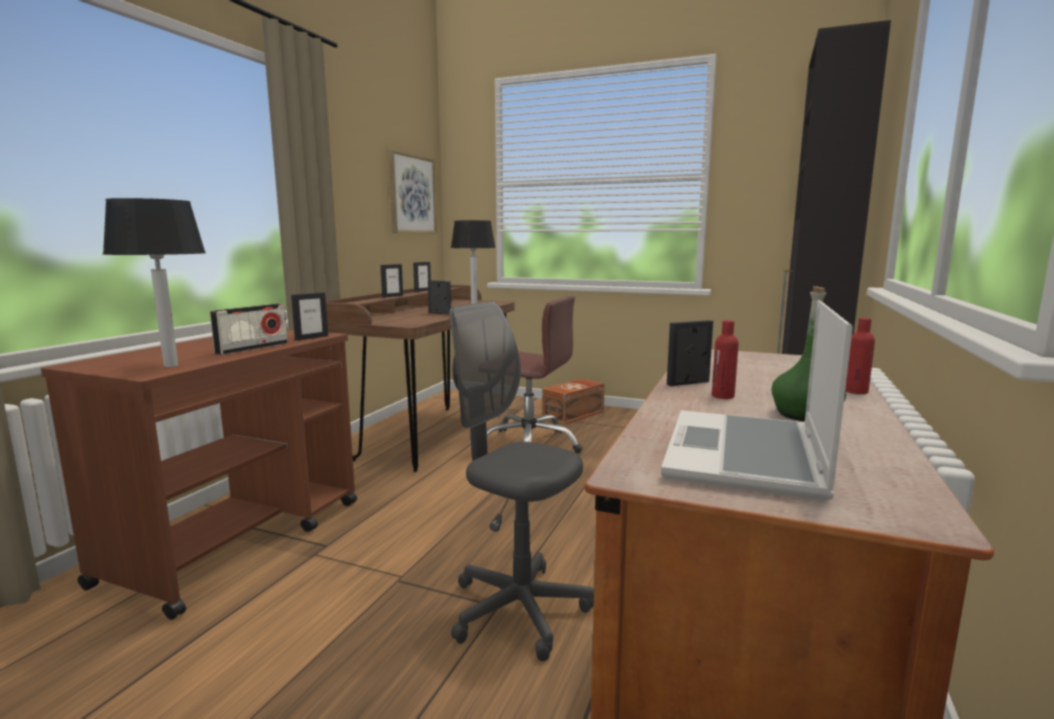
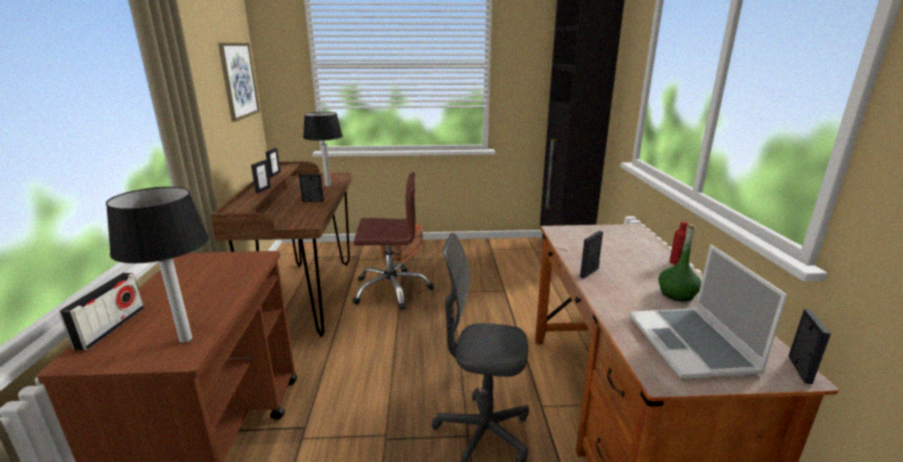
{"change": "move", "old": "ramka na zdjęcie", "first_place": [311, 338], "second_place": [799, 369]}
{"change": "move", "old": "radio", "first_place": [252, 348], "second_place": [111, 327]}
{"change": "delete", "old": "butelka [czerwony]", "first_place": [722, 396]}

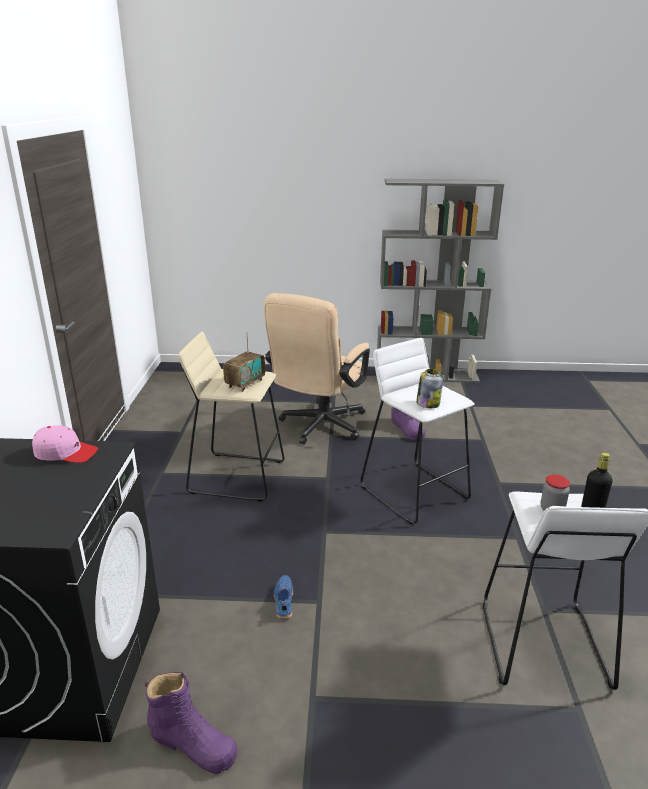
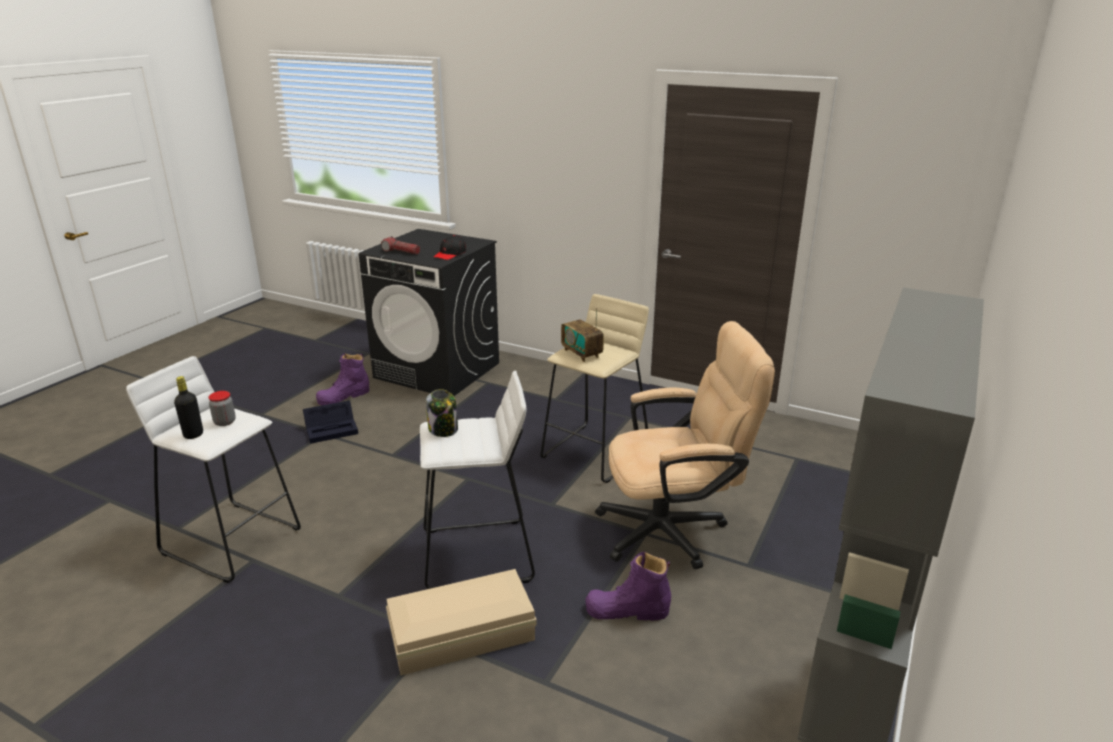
{"change": "rotate", "old": "krzesło biurowe [beżowy]", "first_place": [319, 427], "second_place": [674, 530], "degrees": 120}
{"change": "recolor", "old": "czapka z daszkiem [różowy]", "new": "czapka z daszkiem [czarny]", "first_place": [65, 452], "second_place": [450, 254]}
{"change": "delete", "old": "but [niebieski]", "first_place": [283, 601]}
{"change": "insert", "new": "latarka", "second_place": [401, 252]}
{"change": "insert", "new": "pojemnik do przechowywania [czarny]", "second_place": [333, 429]}
{"change": "insert", "new": "pojemnik do przechowywania [beżowy]", "second_place": [464, 634]}

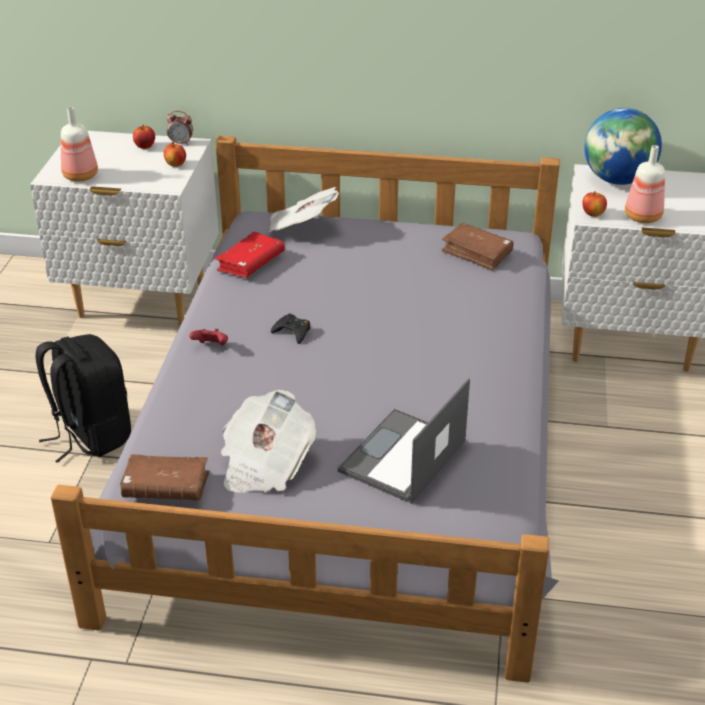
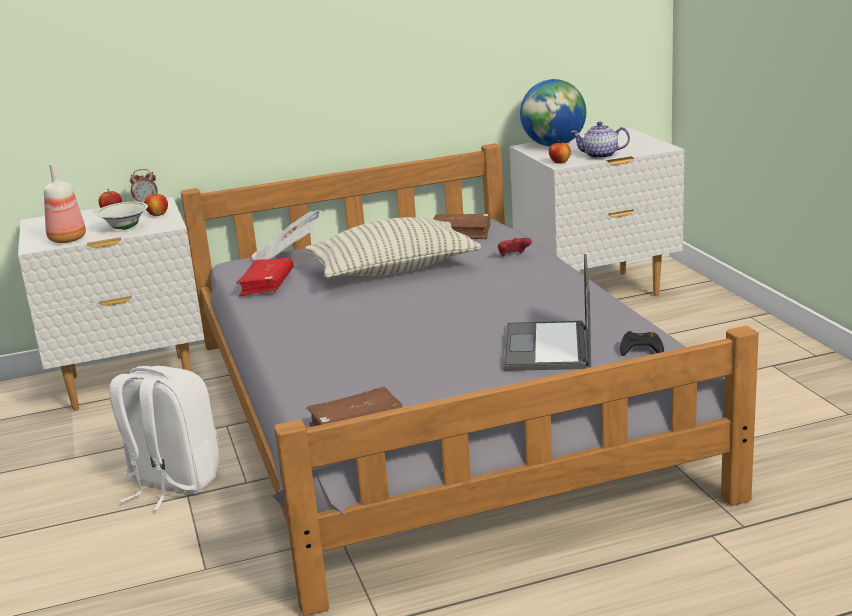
{"change": "replace", "old": "butelka", "new": "imbryk", "first_place": [643, 217], "second_place": [600, 156]}
{"change": "move", "old": "pad do gier [czarny]", "first_place": [292, 332], "second_place": [641, 349]}
{"change": "move", "old": "pad do gier [czerwony]", "first_place": [211, 347], "second_place": [513, 256]}
{"change": "recolor", "old": "plecak [czarny]", "new": "plecak [biały]", "first_place": [90, 435], "second_place": [171, 483]}
{"change": "delete", "old": "gazeta", "first_place": [264, 464]}
{"change": "insert", "new": "miska [biały]", "second_place": [125, 228]}
{"change": "insert", "new": "poduszka", "second_place": [393, 270]}

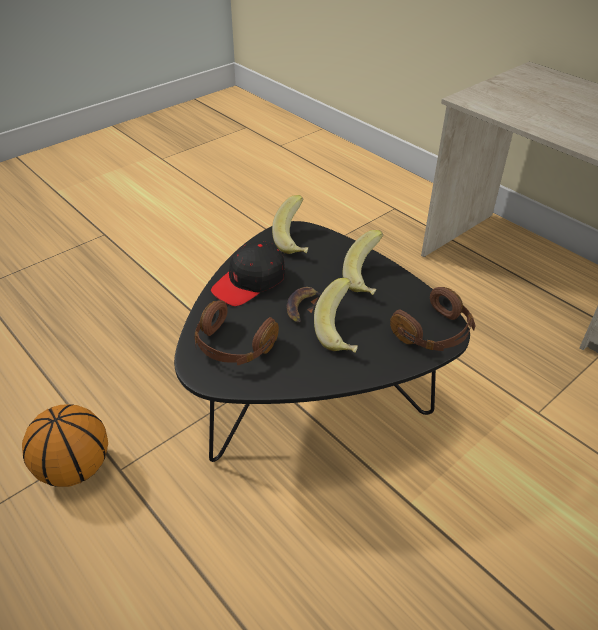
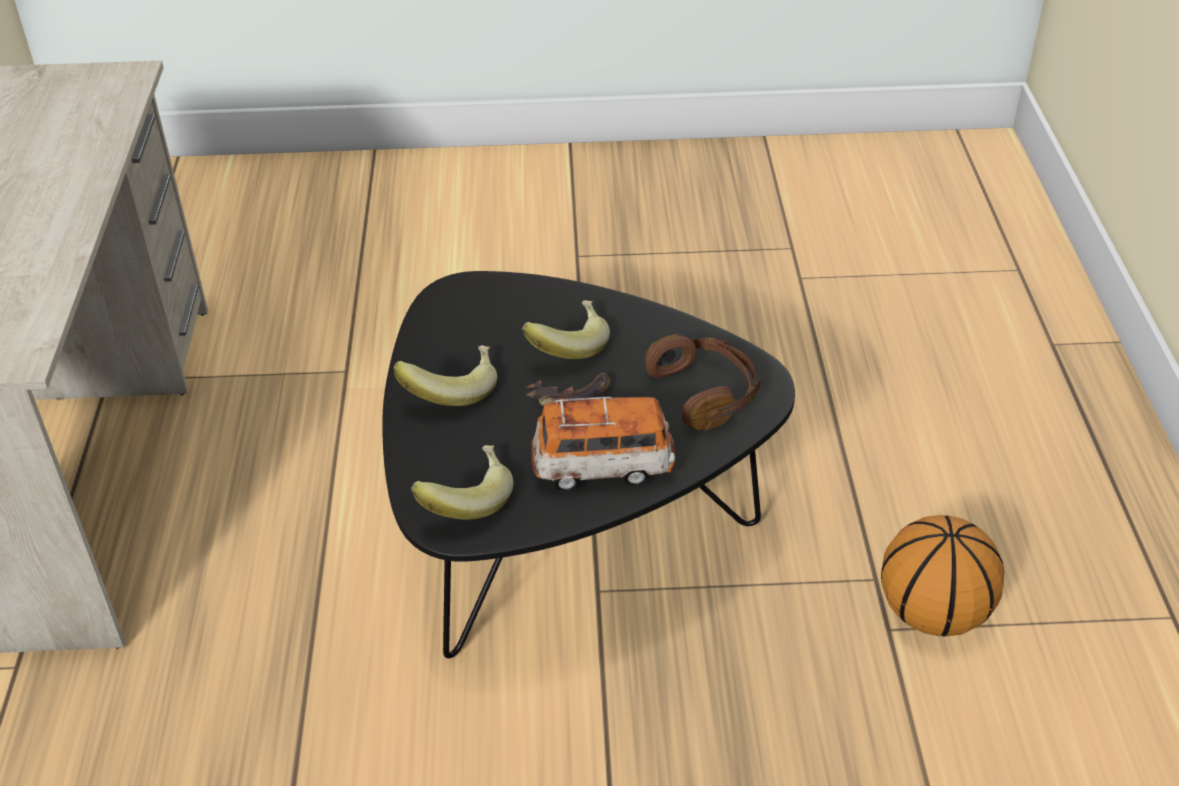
{"change": "replace", "old": "czapka z daszkiem [czarny]", "new": "samochodzik", "first_place": [250, 282], "second_place": [603, 467]}
{"change": "delete", "old": "słuchawki [brązowy]", "first_place": [434, 333]}

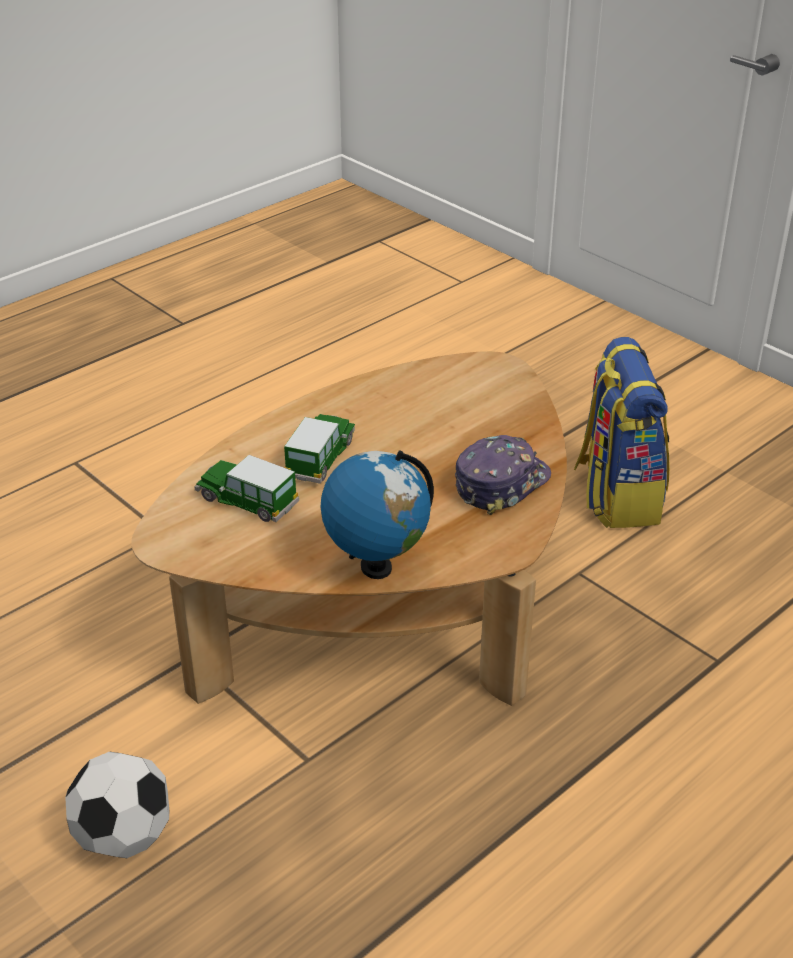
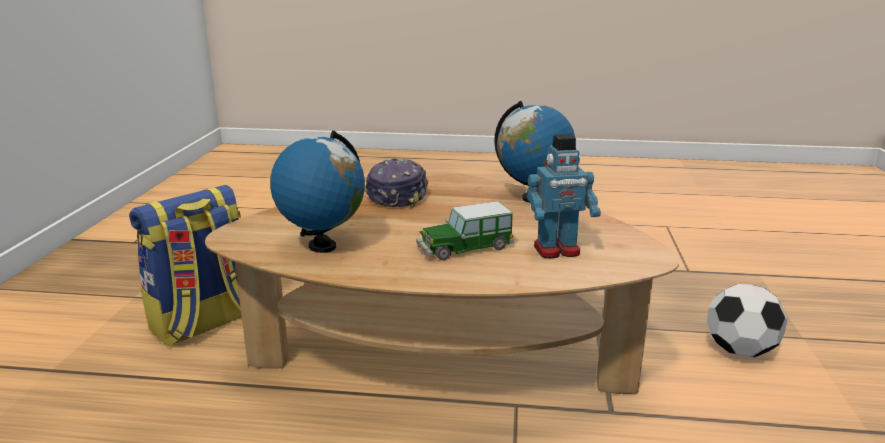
{"change": "rotate", "old": "czapka z daszkiem", "first_place": [501, 484], "second_place": [397, 195], "degrees": 90}
{"change": "replace", "old": "samochodzik", "new": "robot zabawkowy", "first_place": [247, 500], "second_place": [557, 250]}
{"change": "insert", "new": "globus", "second_place": [322, 246]}

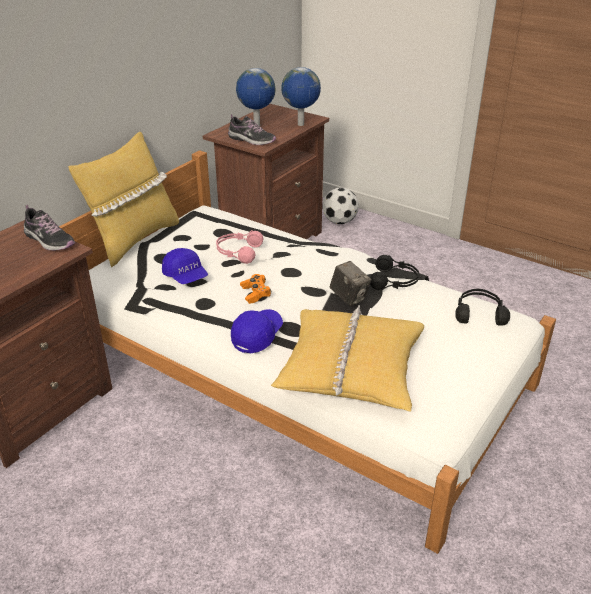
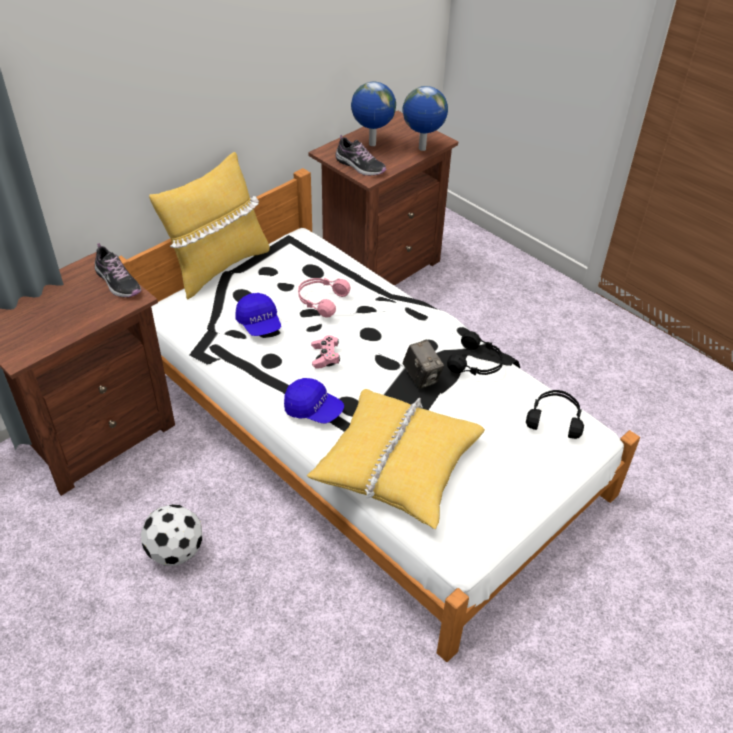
{"change": "move", "old": "piłka futbolowa", "first_place": [339, 221], "second_place": [175, 551]}
{"change": "recolor", "old": "pad do gier [pomarańczowy]", "new": "pad do gier [różowy]", "first_place": [255, 294], "second_place": [325, 357]}
{"change": "rotate", "old": "czapka z daszkiem [niebieski]", "first_place": [257, 336], "second_place": [313, 409], "degrees": 75}

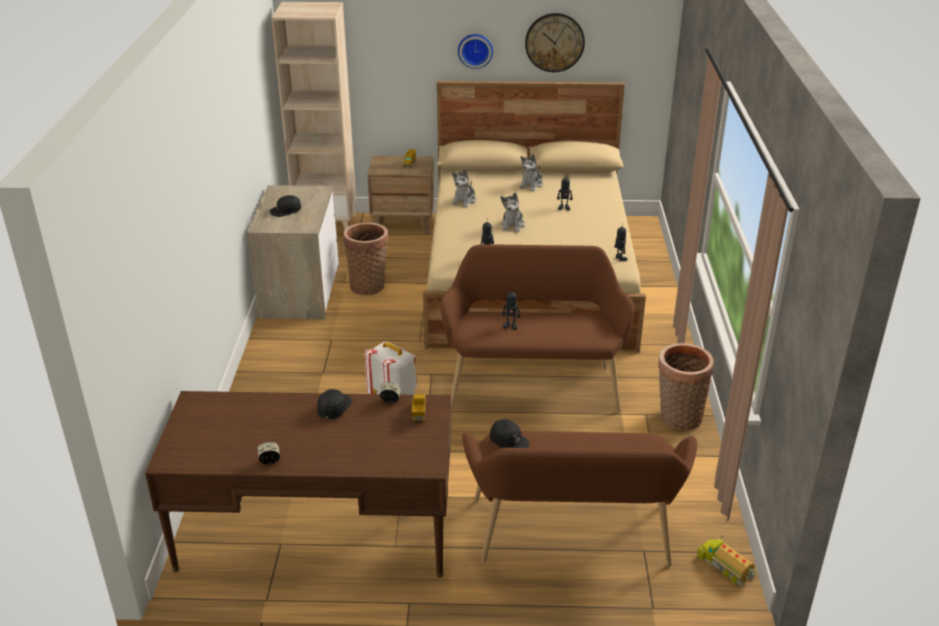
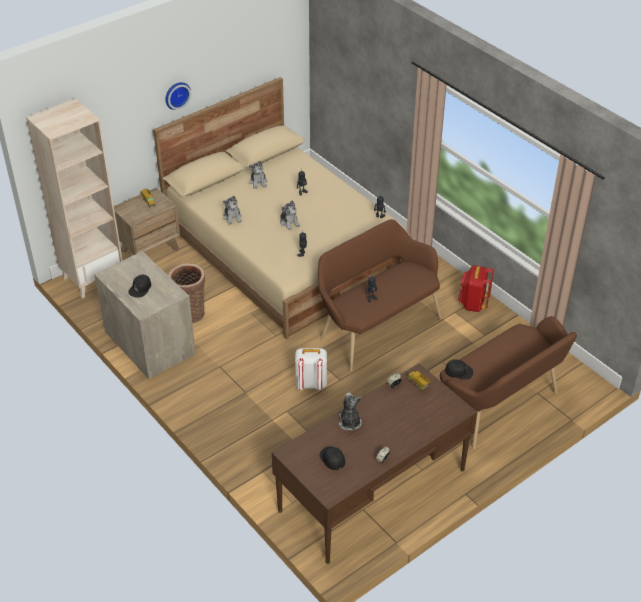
{"change": "delete", "old": "zegar ścienny", "first_place": [554, 42]}
{"change": "replace", "old": "koszyk", "new": "plecak [czerwony]", "first_place": [678, 417], "second_place": [473, 304]}
{"change": "move", "old": "czapka z daszkiem [czarny]", "first_place": [333, 407], "second_place": [332, 459]}
{"change": "delete", "old": "ciężarówka zabawkowa", "first_place": [726, 566]}
{"change": "insert", "new": "pluszak", "second_place": [349, 422]}

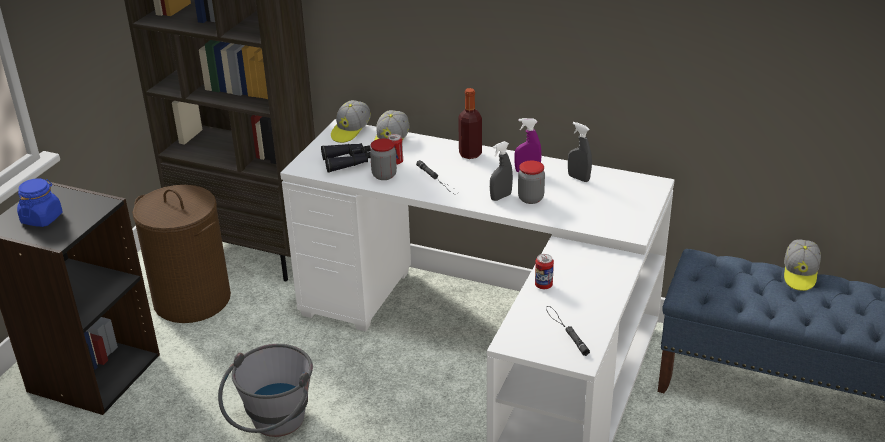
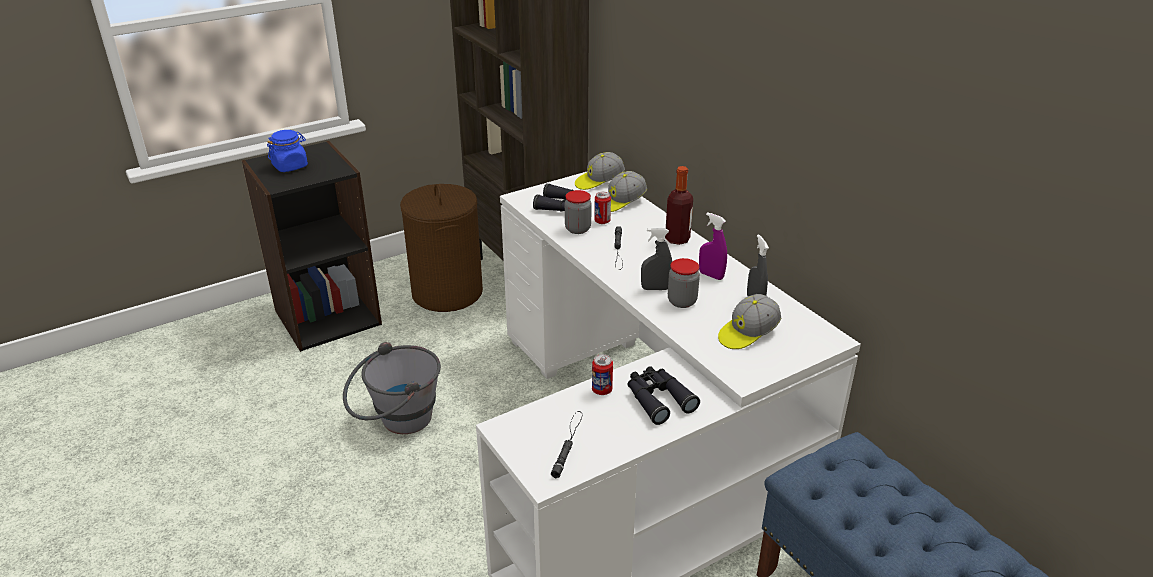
{"change": "move", "old": "czapka z daszkiem", "first_place": [800, 274], "second_place": [747, 333]}
{"change": "insert", "new": "lornetka [czarny]", "second_place": [658, 399]}

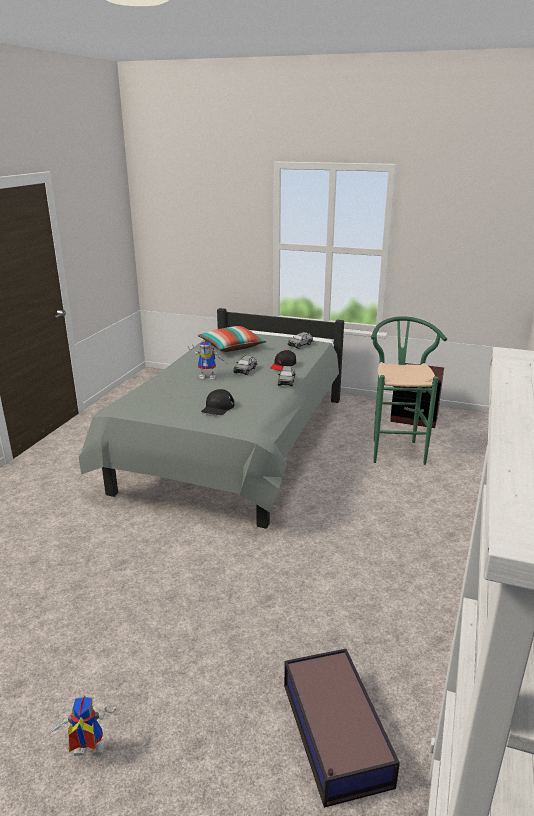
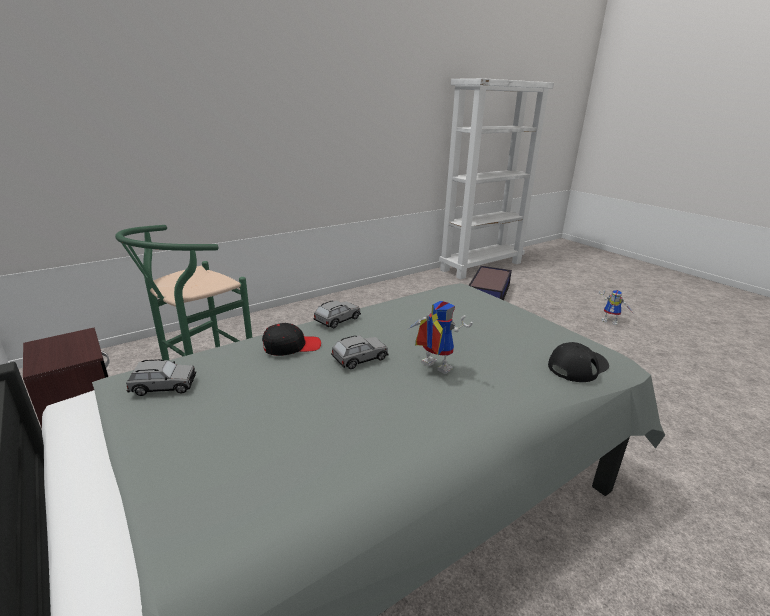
{"change": "delete", "old": "poduszka", "first_place": [232, 347]}
{"change": "move", "old": "czapka z daszkiem [czarny]", "first_place": [217, 407], "second_place": [578, 366]}

